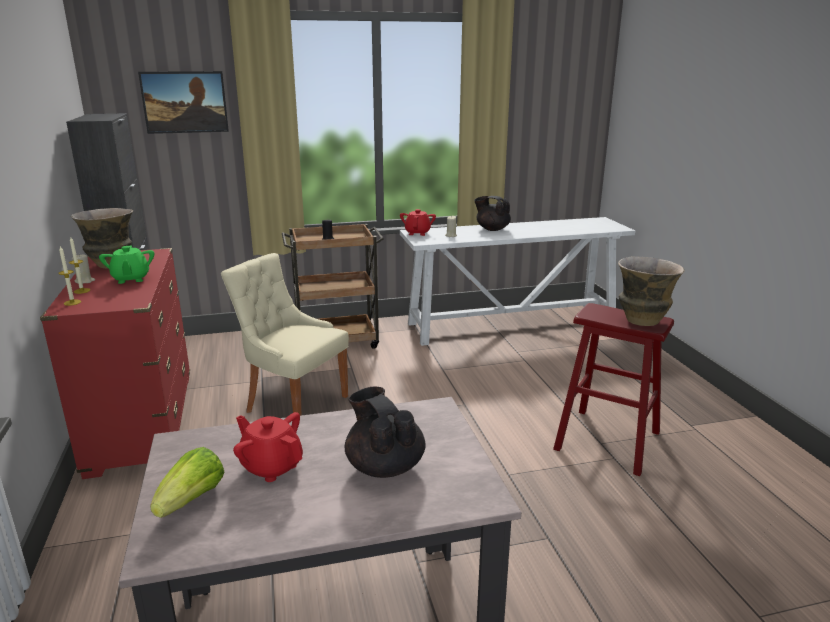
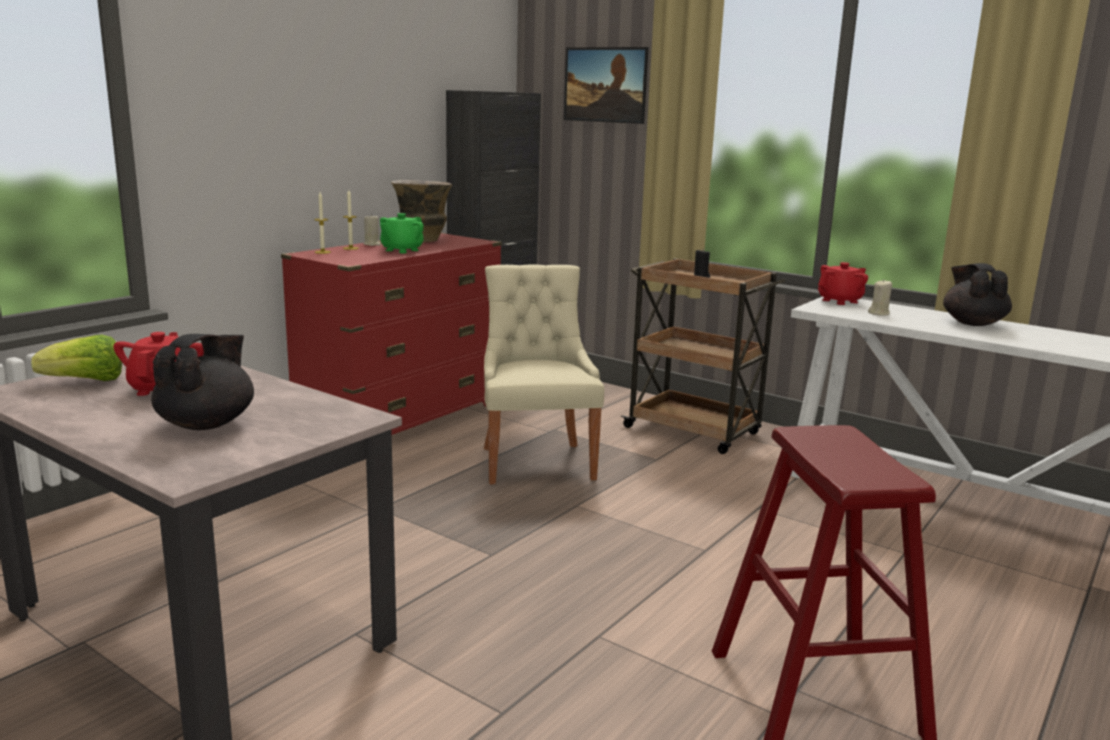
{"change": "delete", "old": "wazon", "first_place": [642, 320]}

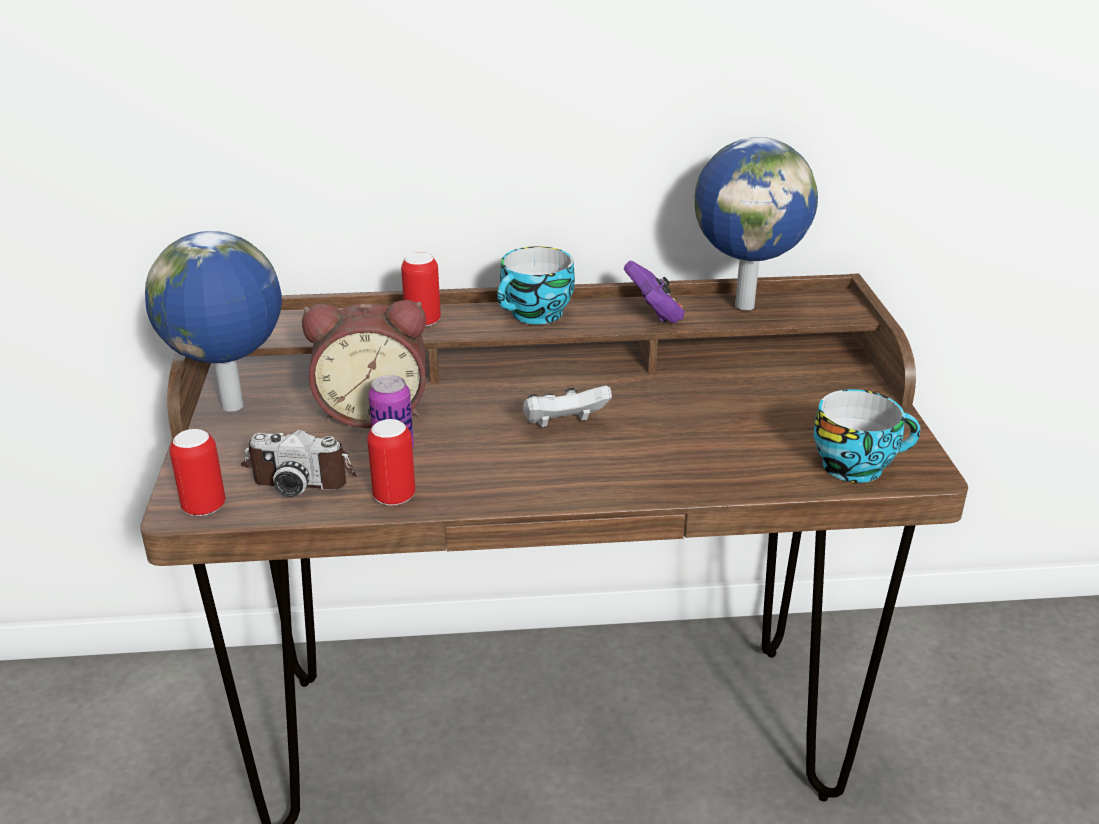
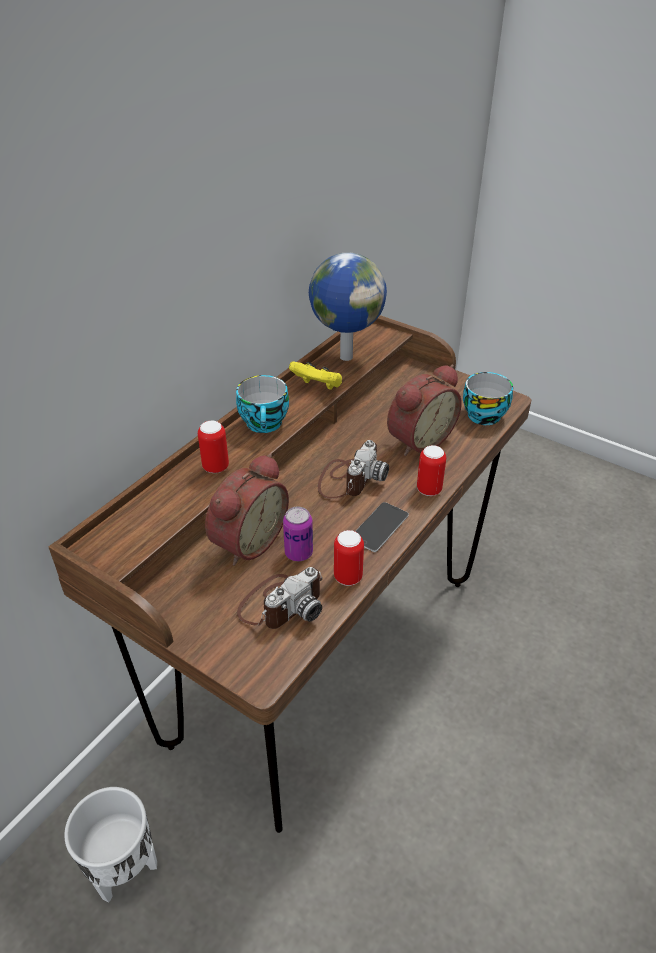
{"change": "delete", "old": "globus", "first_place": [234, 407]}
{"change": "recolor", "old": "pad do gier [fioletowy]", "new": "pad do gier [żółty]", "first_place": [654, 314], "second_place": [318, 387]}
{"change": "replace", "old": "pad do gier [biały]", "new": "aparat fotograficzny", "first_place": [563, 425], "second_place": [349, 478]}
{"change": "move", "old": "puszka", "first_place": [204, 507], "second_place": [429, 489]}
{"change": "insert", "new": "budzik", "second_place": [418, 439]}
{"change": "insert", "new": "telefon", "second_place": [379, 527]}
{"change": "insert", "new": "donica [biały]", "second_place": [124, 868]}

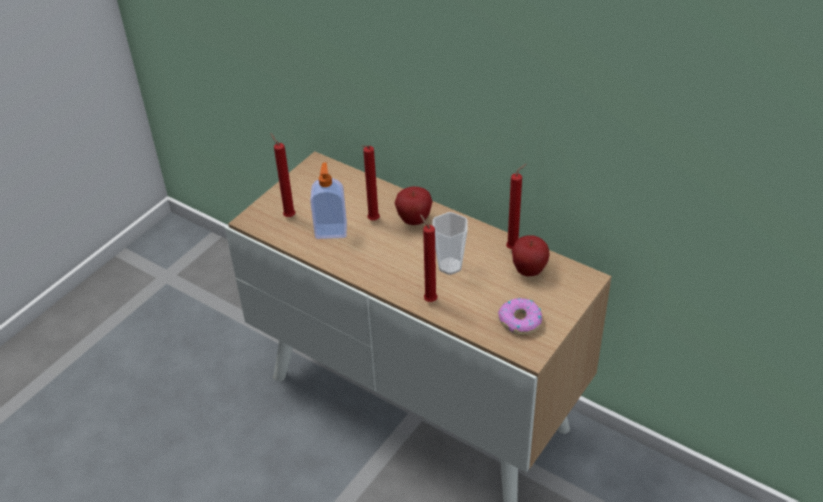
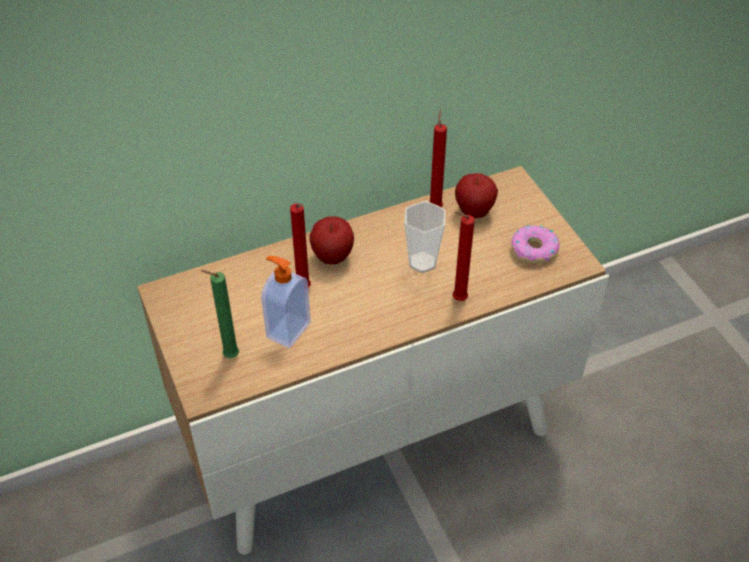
{"change": "recolor", "old": "świeca [czerwony]", "new": "świeca [zielony]", "first_place": [288, 216], "second_place": [228, 356]}

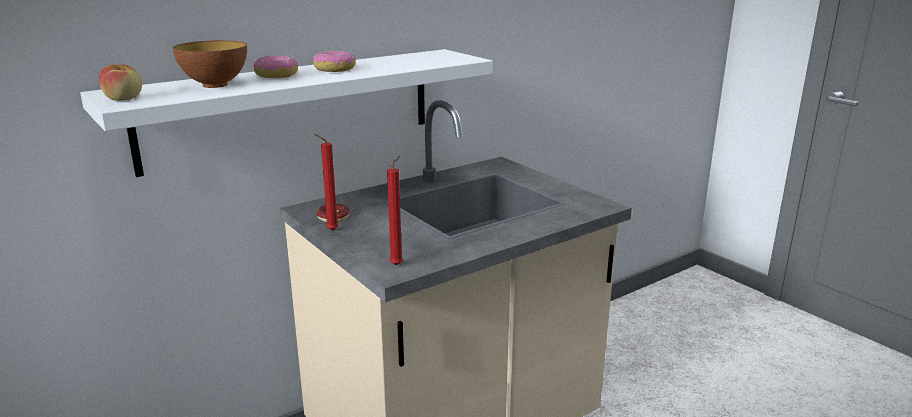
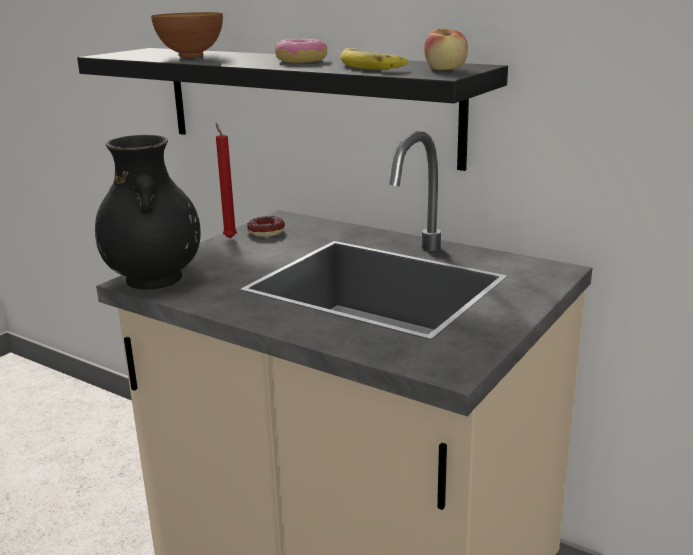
{"change": "recolor", "old": "półka [biały]", "new": "półka [czarny]", "first_place": [293, 107], "second_place": [304, 103]}
{"change": "delete", "old": "donut", "first_place": [276, 75]}
{"change": "move", "old": "jabłko", "first_place": [124, 98], "second_place": [445, 69]}
{"change": "replace", "old": "świeca [czerwony]", "new": "wazon [czarny]", "first_place": [398, 264], "second_place": [154, 279]}
{"change": "insert", "new": "banan", "second_place": [371, 66]}

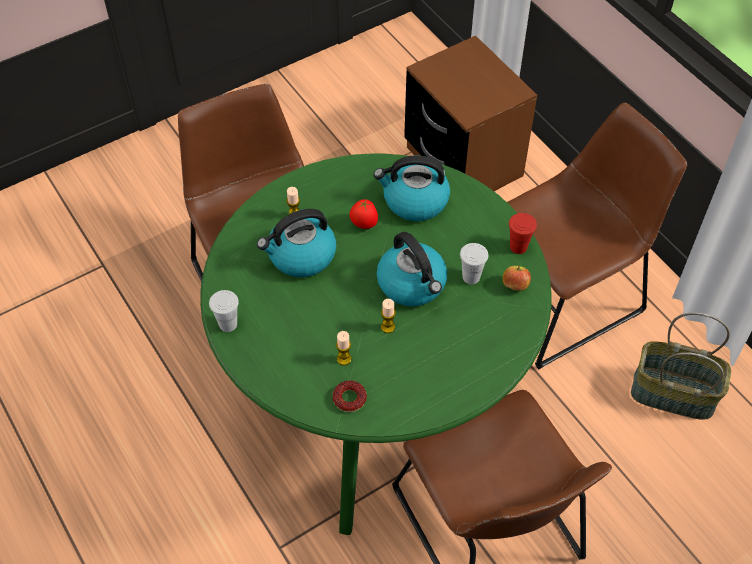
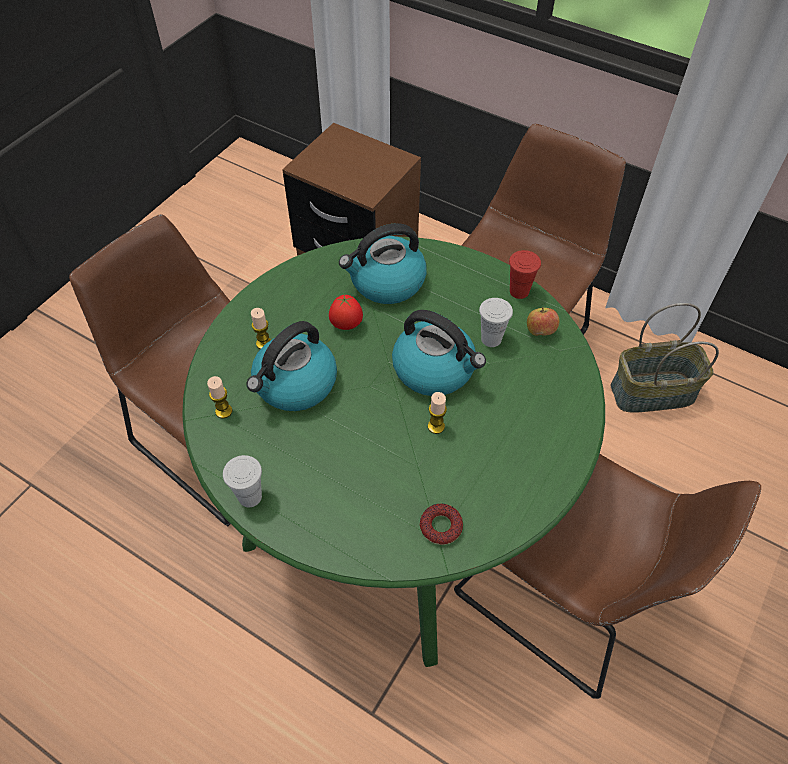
{"change": "move", "old": "świeca", "first_place": [344, 359], "second_place": [223, 411]}

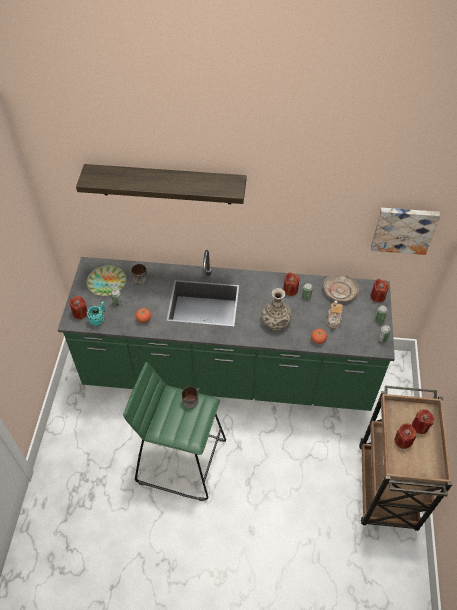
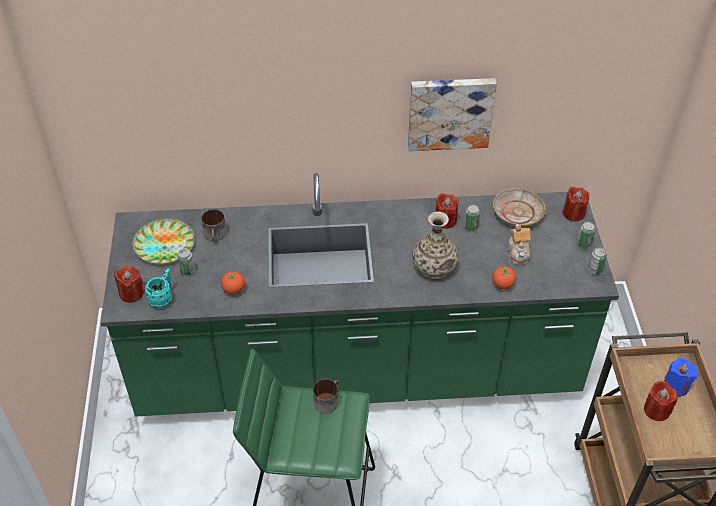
{"change": "delete", "old": "półka", "first_place": [166, 184]}
{"change": "move", "old": "obraz", "first_place": [403, 229], "second_place": [450, 112]}
{"change": "recolor", "old": "świeca [czerwony]", "new": "świeca [niebieski]", "first_place": [420, 426], "second_place": [676, 386]}

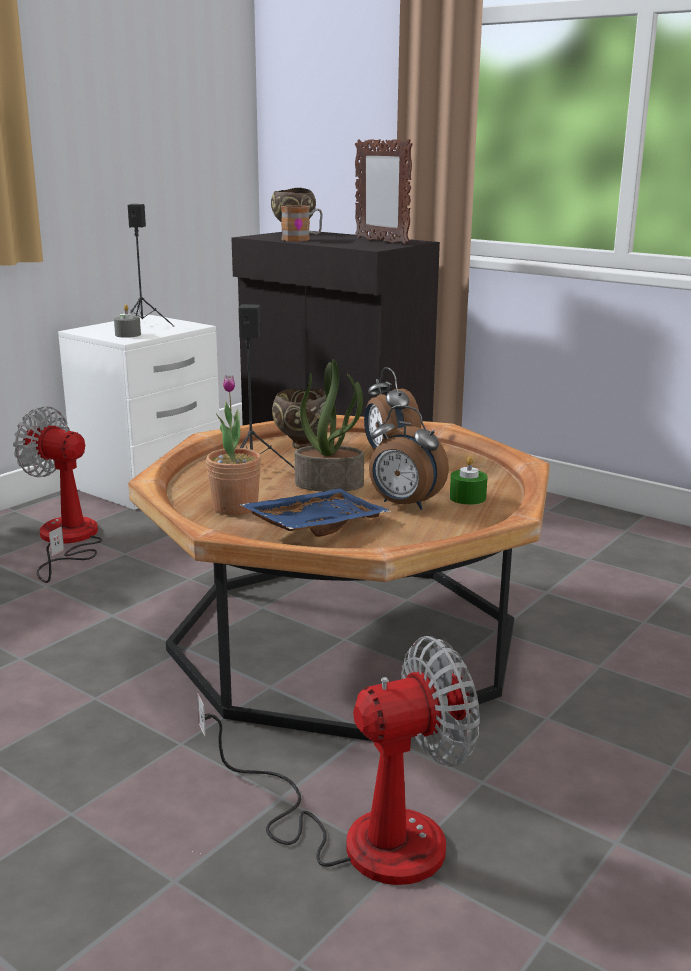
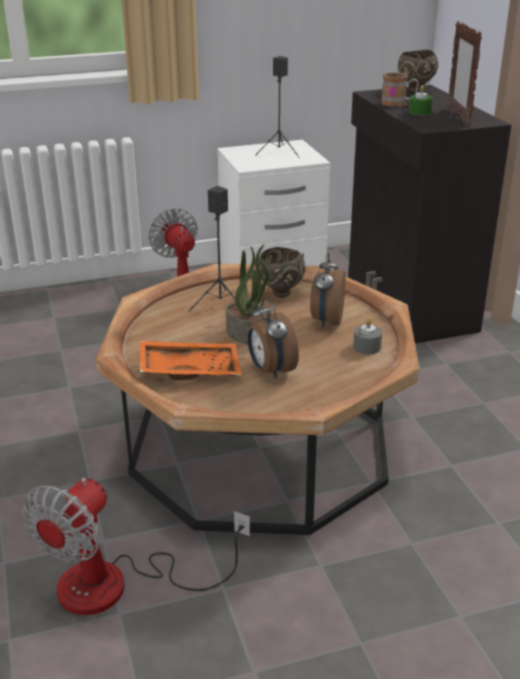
{"change": "move", "old": "świeca [szary]", "first_place": [128, 335], "second_place": [367, 347]}
{"change": "delete", "old": "roślina doniczkowa", "first_place": [235, 507]}
{"change": "move", "old": "świeca [zielony]", "first_place": [467, 498], "second_place": [419, 112]}
{"change": "recolor", "old": "taca [niebieski]", "new": "taca [pomarańczowy]", "first_place": [314, 526], "second_place": [190, 369]}
{"change": "rotate", "old": "wentylator", "first_place": [361, 834], "second_place": [117, 585], "degrees": 105}

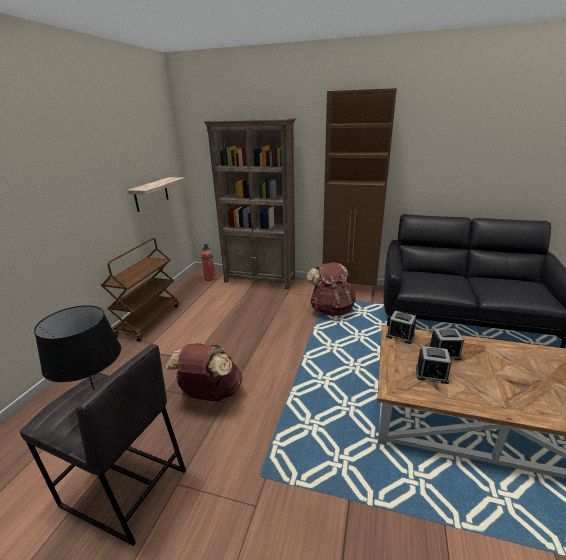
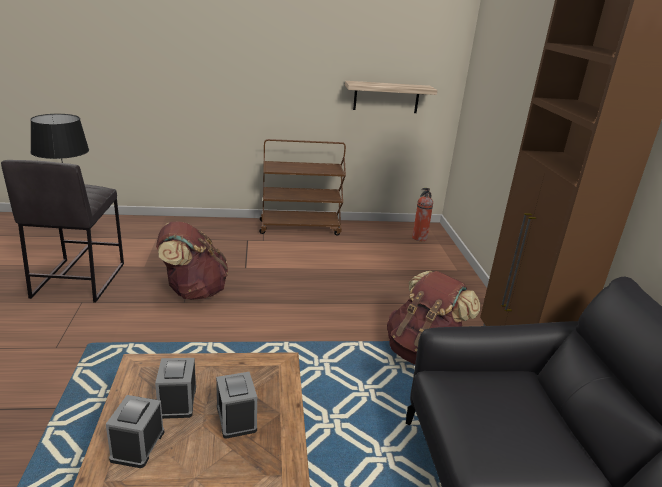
{"change": "delete", "old": "regał [brązowy]", "first_place": [260, 280]}
{"change": "move", "old": "budzik", "first_place": [400, 336], "second_place": [137, 445]}

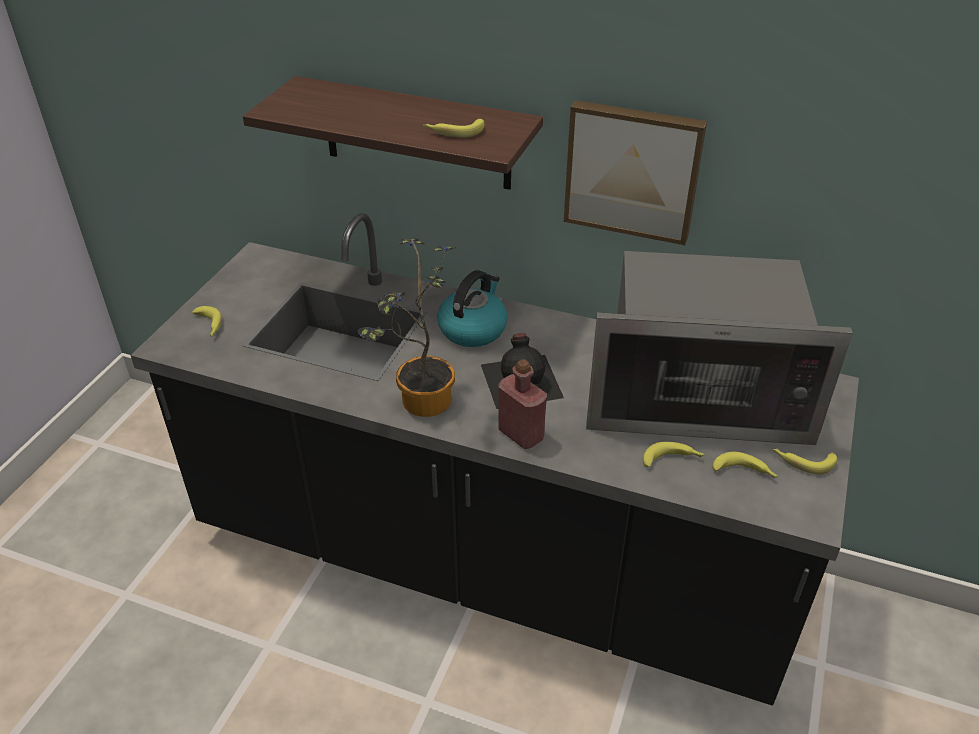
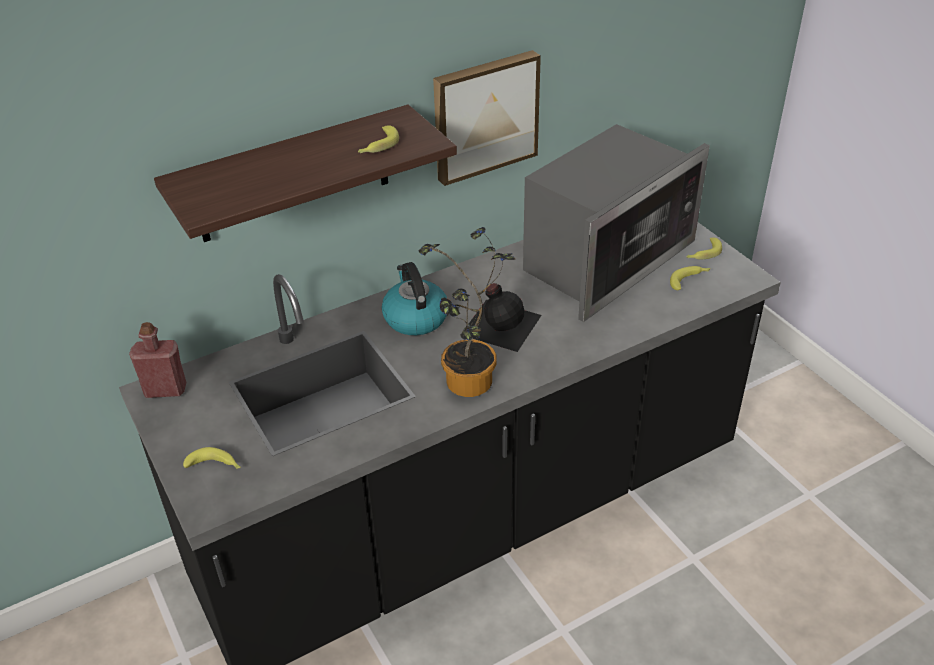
{"change": "move", "old": "butelka [czerwony]", "first_place": [521, 434], "second_place": [165, 390]}
{"change": "delete", "old": "banan", "first_place": [672, 460]}

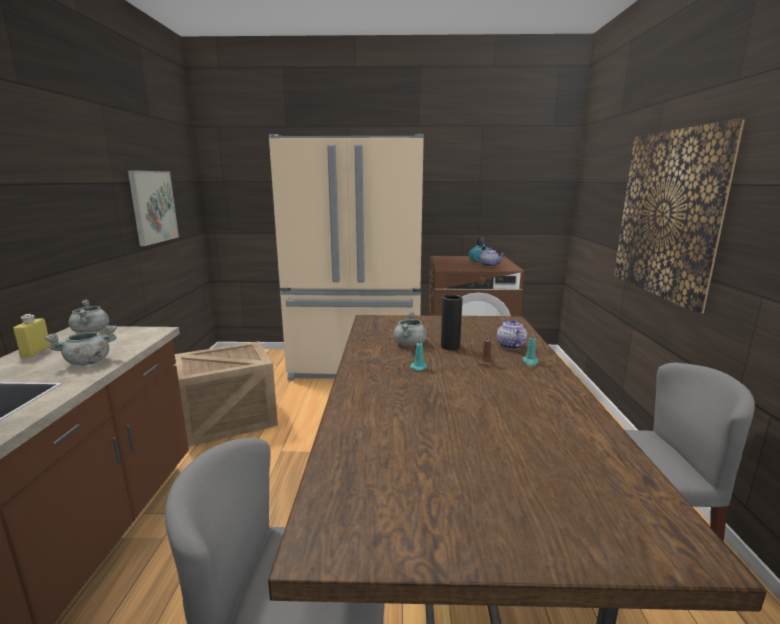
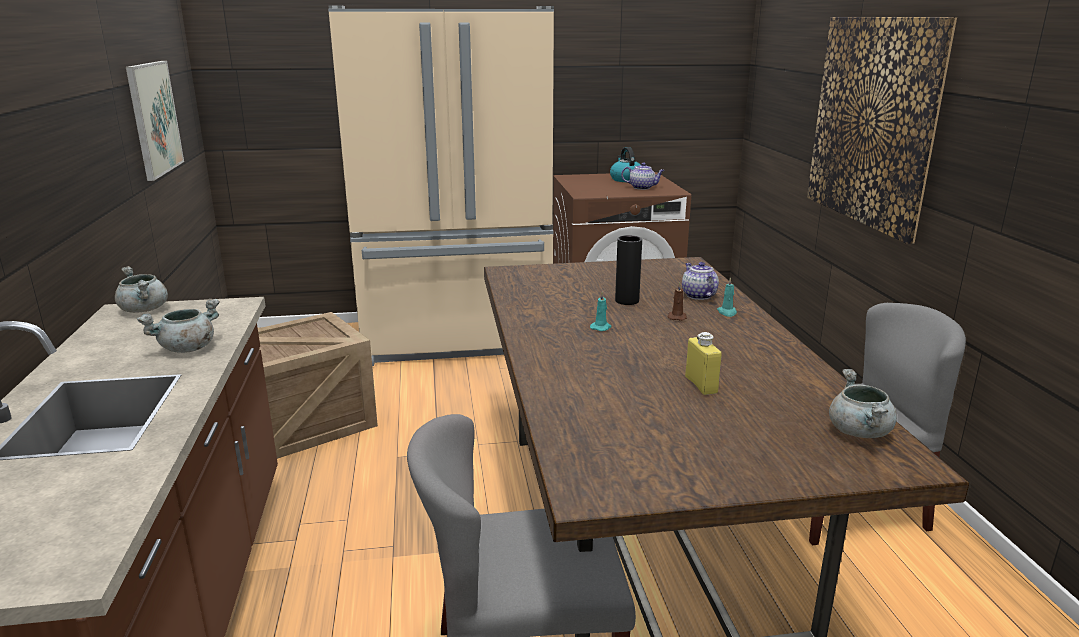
{"change": "move", "old": "garnek [szary]", "first_place": [410, 344], "second_place": [859, 432]}
{"change": "move", "old": "butelka [żółty]", "first_place": [36, 352], "second_place": [701, 385]}

